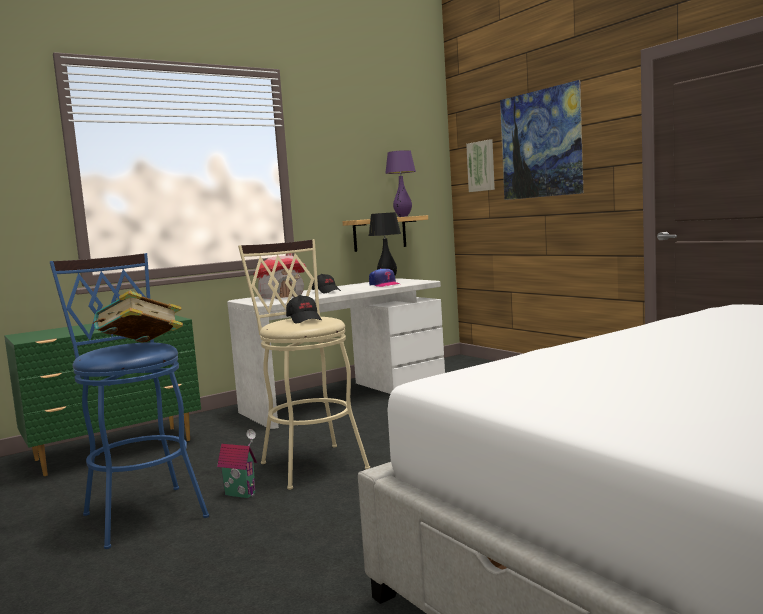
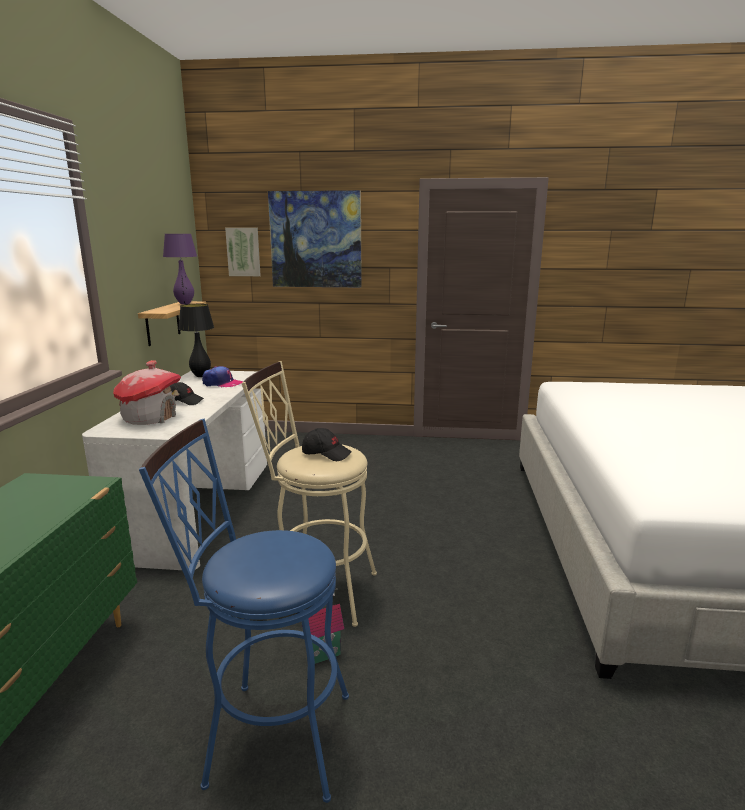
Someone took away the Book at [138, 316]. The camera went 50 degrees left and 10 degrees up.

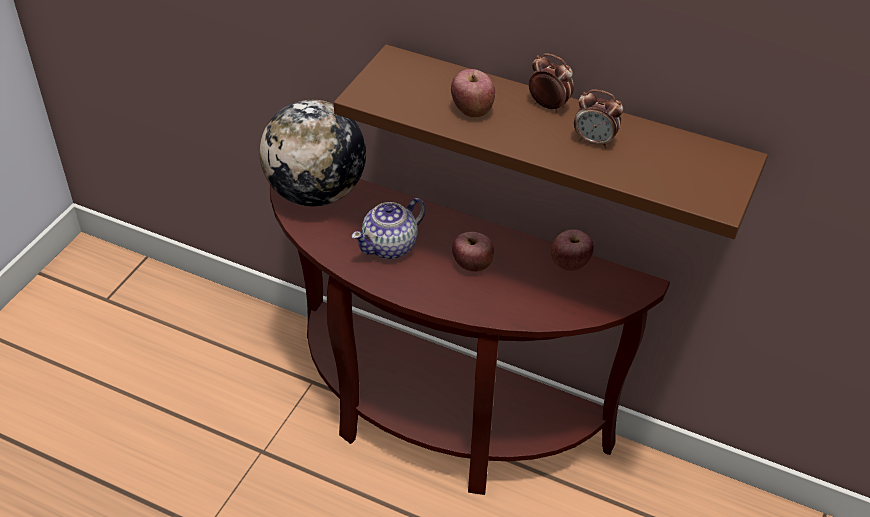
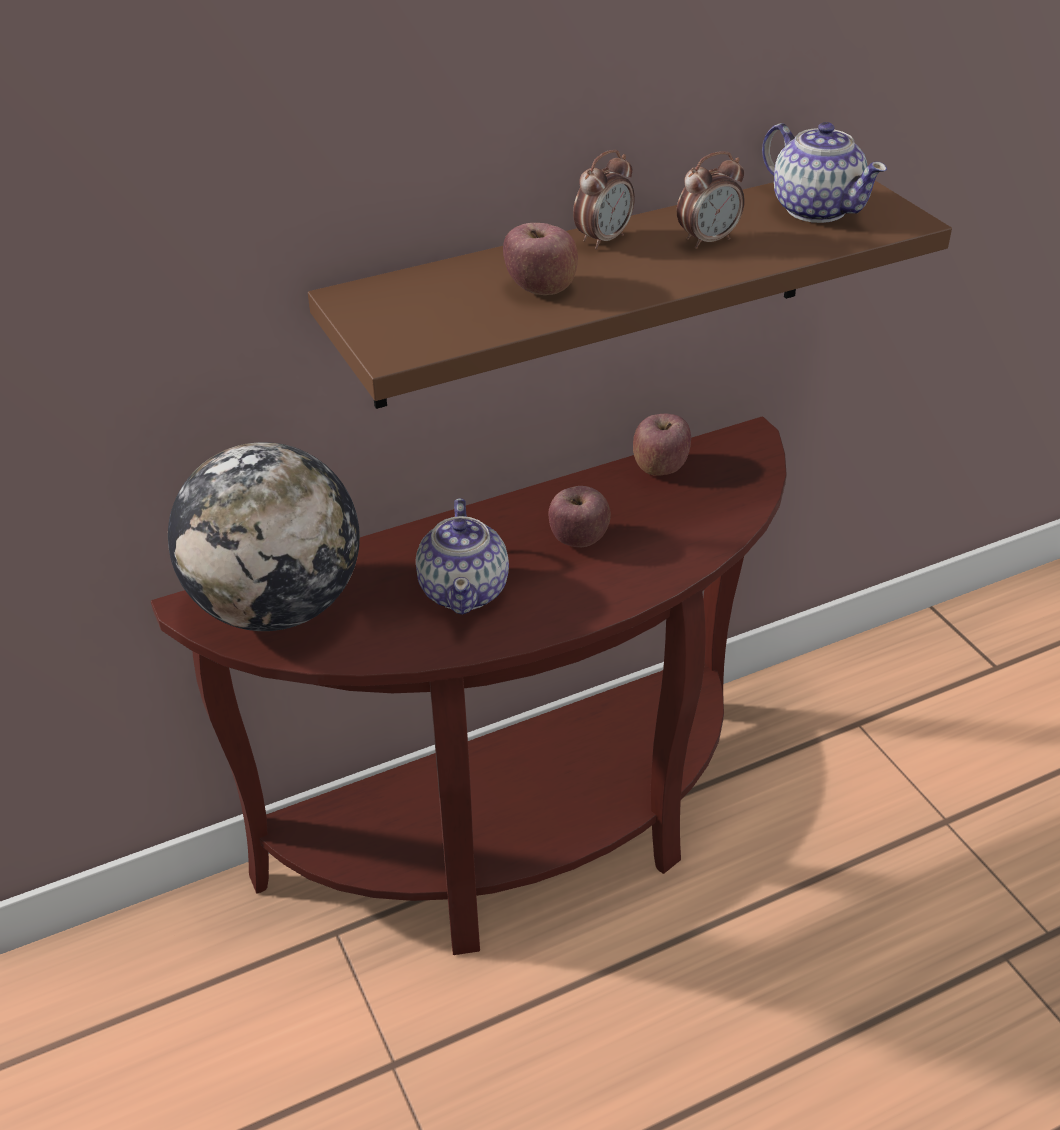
Someone rotated the TableClock at [551, 83] by 150 degrees clockwise. Someone put down the PotForTea at [824, 172]. The camera went 50 degrees left and 5 degrees down.

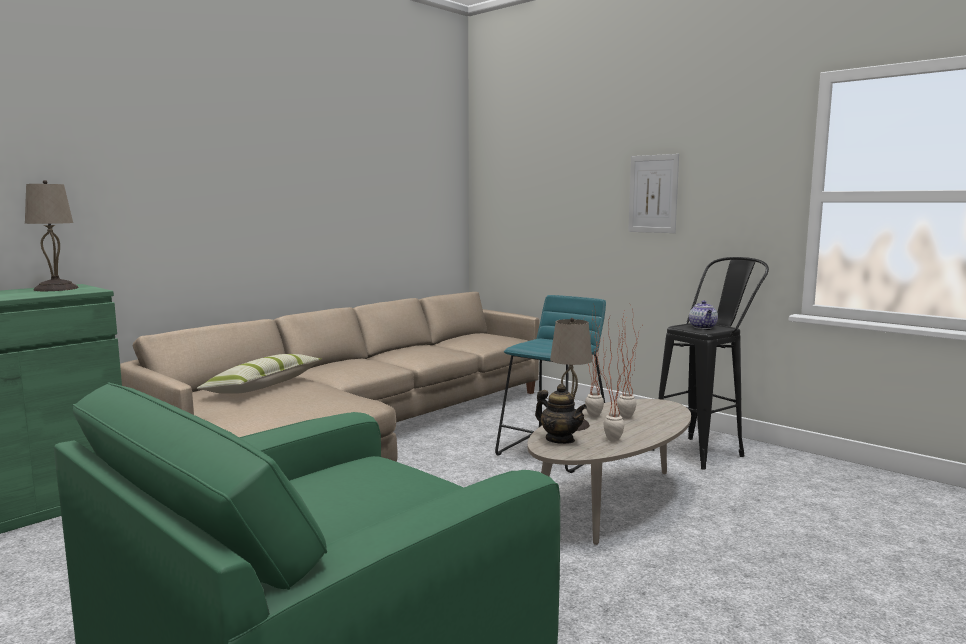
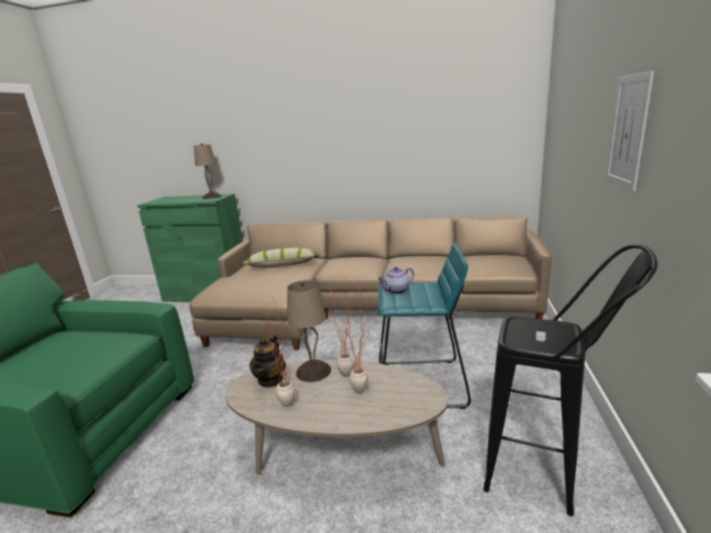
Someone carried the PotForTea from [703, 315] to [396, 280]. The camera went 60 degrees right and 10 degrees up.

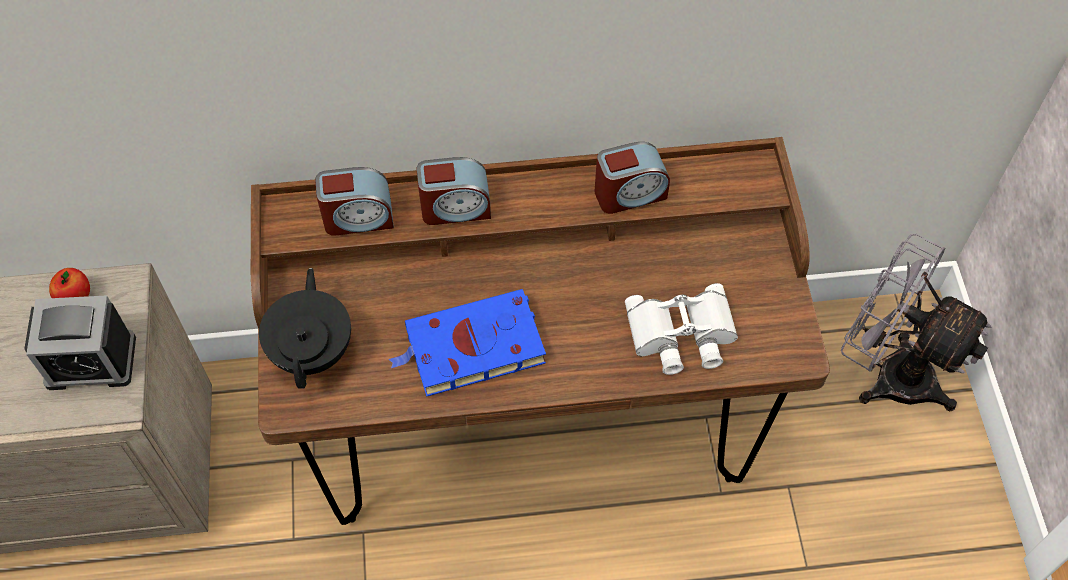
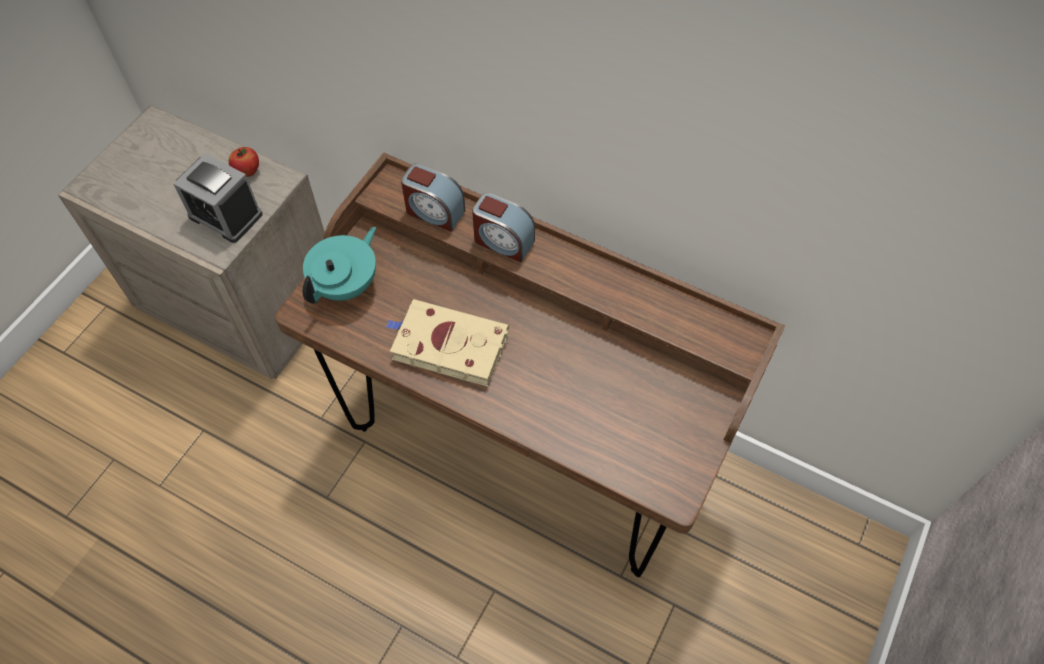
Someone repainted the BlackishPotForTea at [305, 328], which became the TurquoiseColouredPotForTea at [339, 265]. Someone repainted the BlueColouredBook at [467, 343], which became the SandColouredBook at [447, 343]. Someone took away the TableClock at [632, 178]. Someone took away the WhitishBinoculars at [681, 329]. Someone took away the GreyFan at [916, 322]. The camera went 35 degrees right and 0 degrees up.

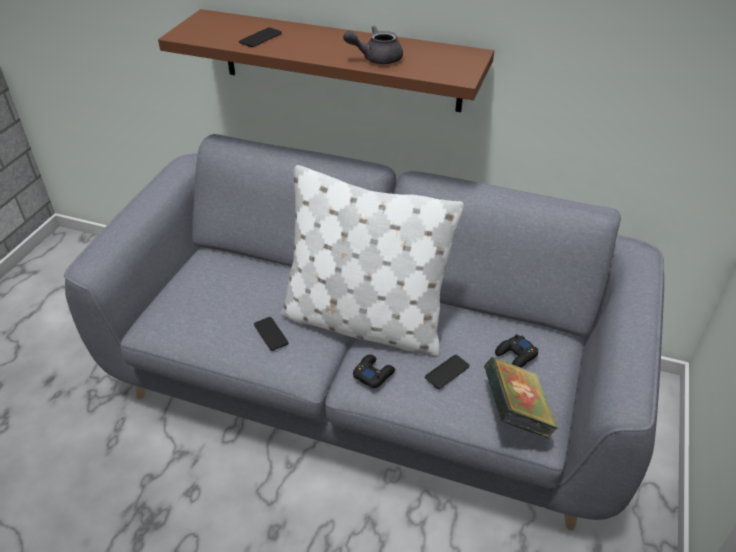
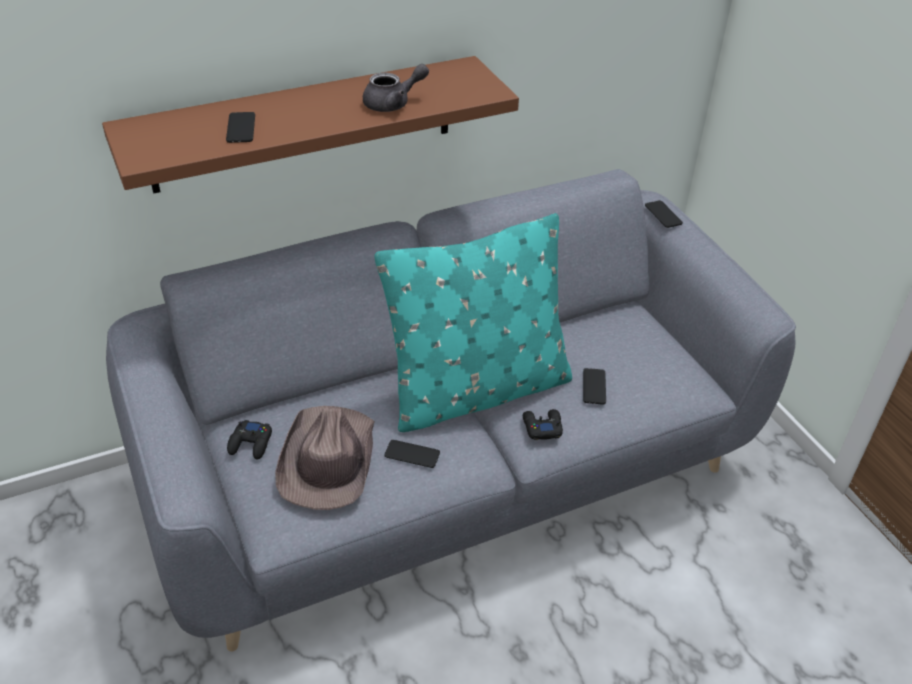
Someone carried the BlackishGameController from [516, 351] to [249, 439]. Someone put down the BrownishHat at [325, 458]. Someone rotated the GreyPotForTea at [373, 45] by 150 degrees counterclockwise. Someone repainted the WhitishCushion at [372, 261], which became the TurquoiseColouredCushion at [473, 322]. Someone put down the Telephone at [664, 214]. Someone took away the Book at [521, 398]. The camera went 45 degrees left and 0 degrees up.

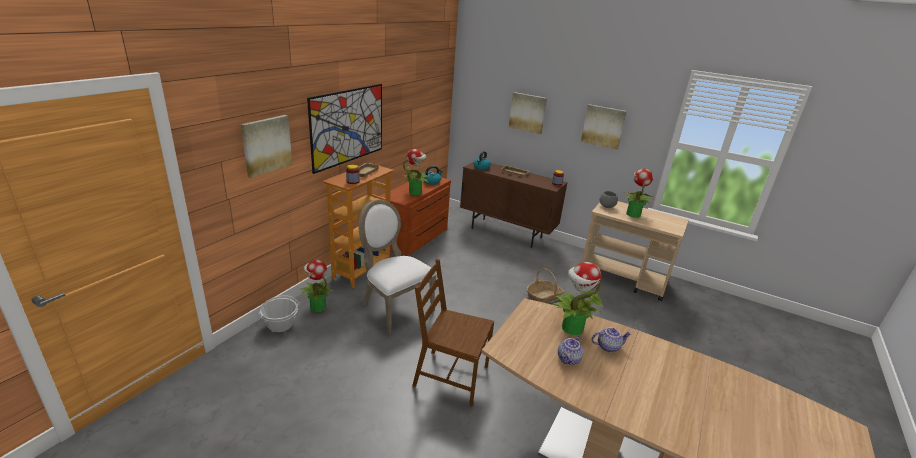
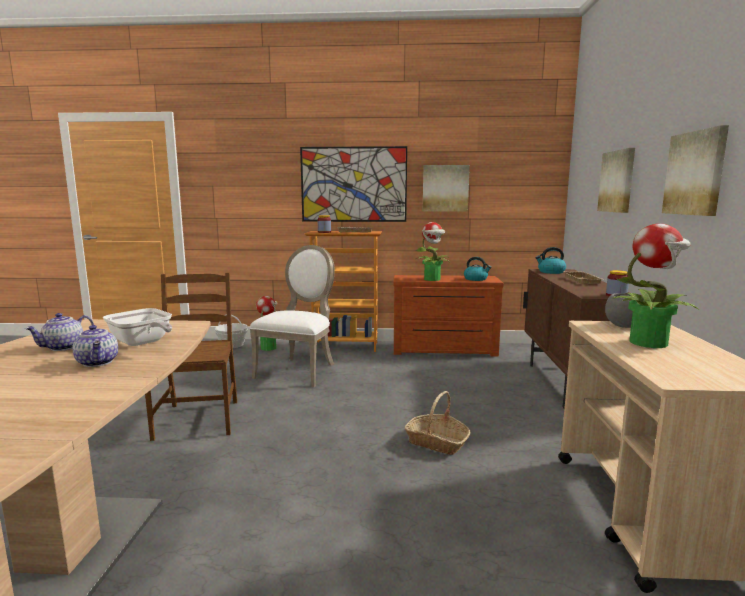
Someone rotated the PotForTea at [571, 350] by 60 degrees counterclockwise. Someone swapped the Houseplant at [578, 298] for the Pan at [137, 327]. Someone carried the WallArt from [266, 146] to [446, 188]. The camera went 65 degrees right and 15 degrees down.

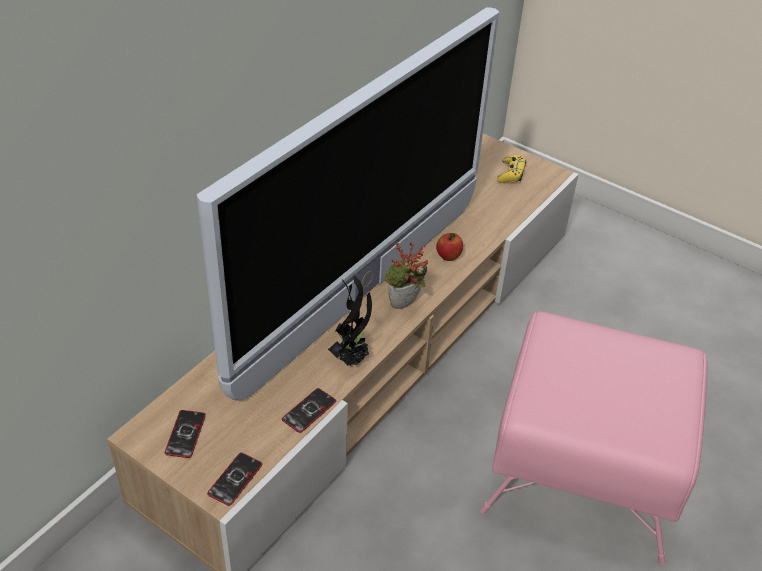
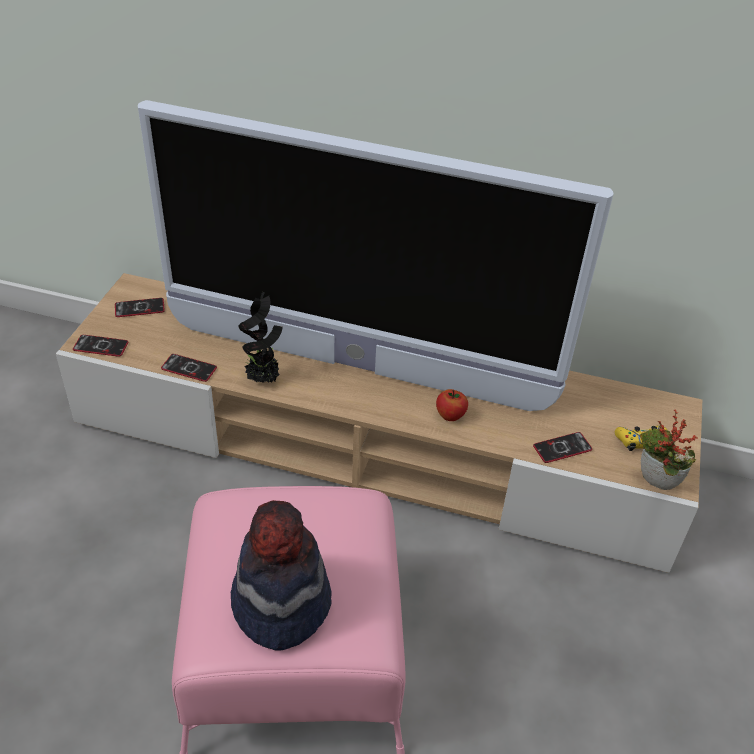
Someone put down the Hat at [281, 575]. Someone put down the Telephone at [562, 447]. Someone carried the Houseplant from [406, 275] to [669, 449]. The camera went 70 degrees right and 0 degrees up.

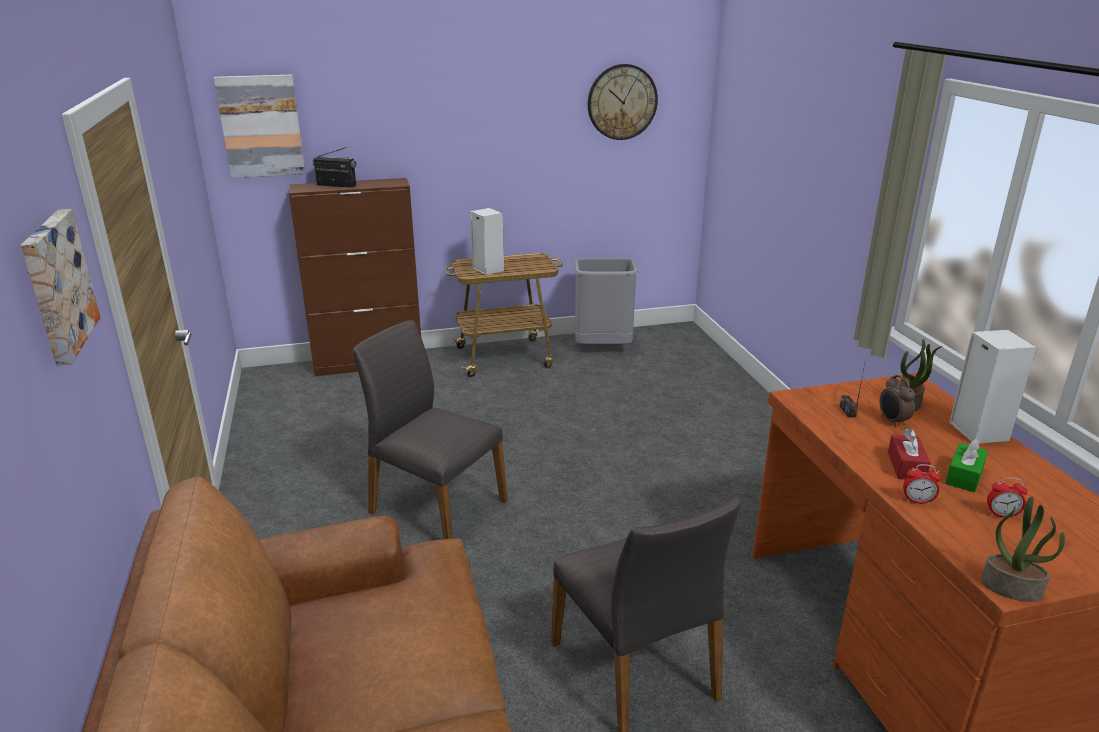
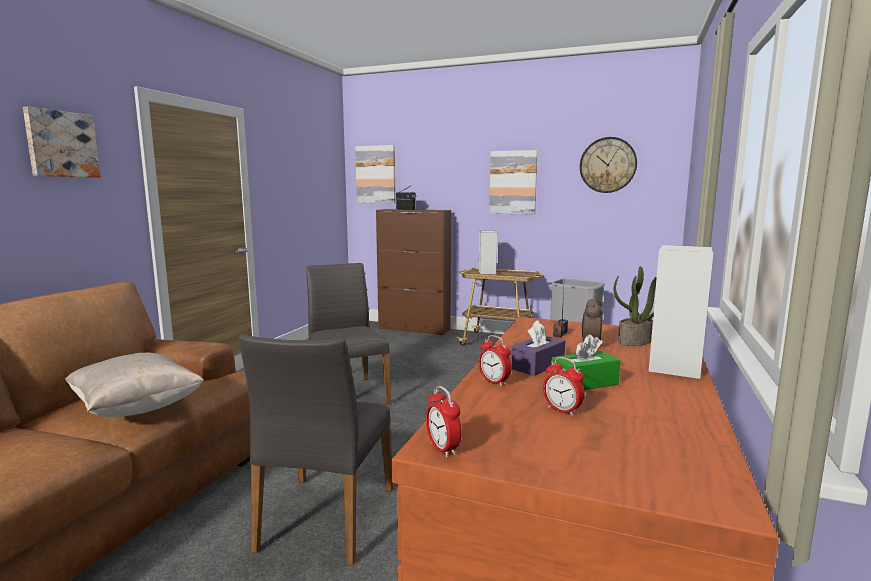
Someone put down the SandColouredCushion at [134, 385]. Someone swapped the Houseplant at [1023, 549] for the TableClock at [444, 421]. Someone put up the WallArt at [513, 182]. Someone repainted the RedBoxOfTissues at [909, 453], which became the PurpleColouredBoxOfTissues at [537, 348]. The camera went 35 degrees right and 15 degrees down.

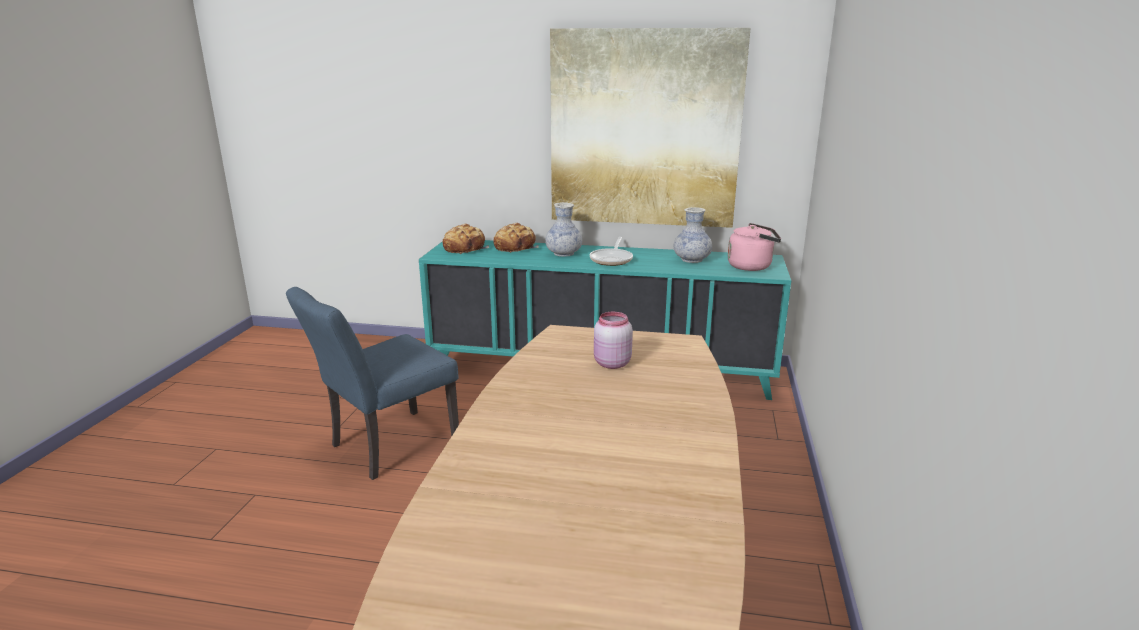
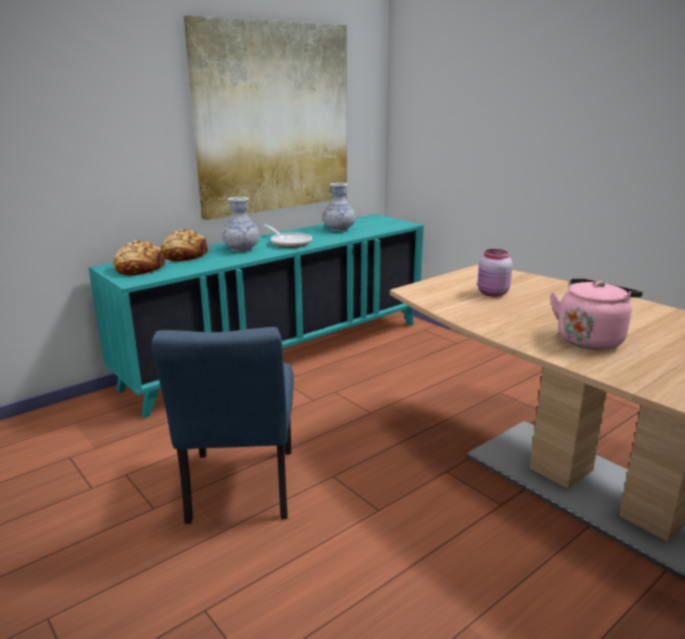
Someone carried the PinkishKettle from [754, 247] to [597, 314]. The camera went 50 degrees left and 0 degrees up.

